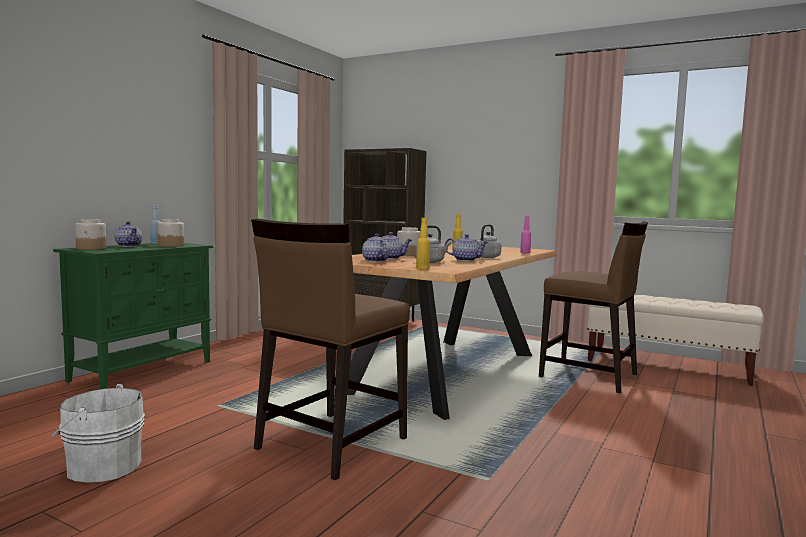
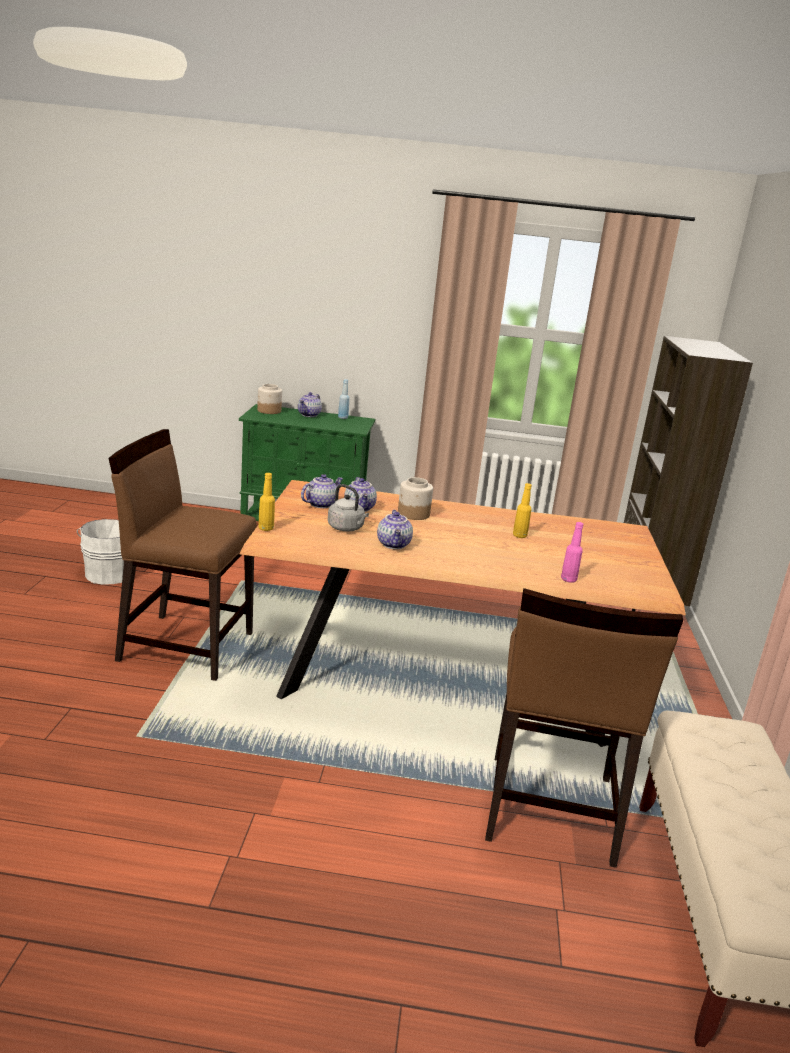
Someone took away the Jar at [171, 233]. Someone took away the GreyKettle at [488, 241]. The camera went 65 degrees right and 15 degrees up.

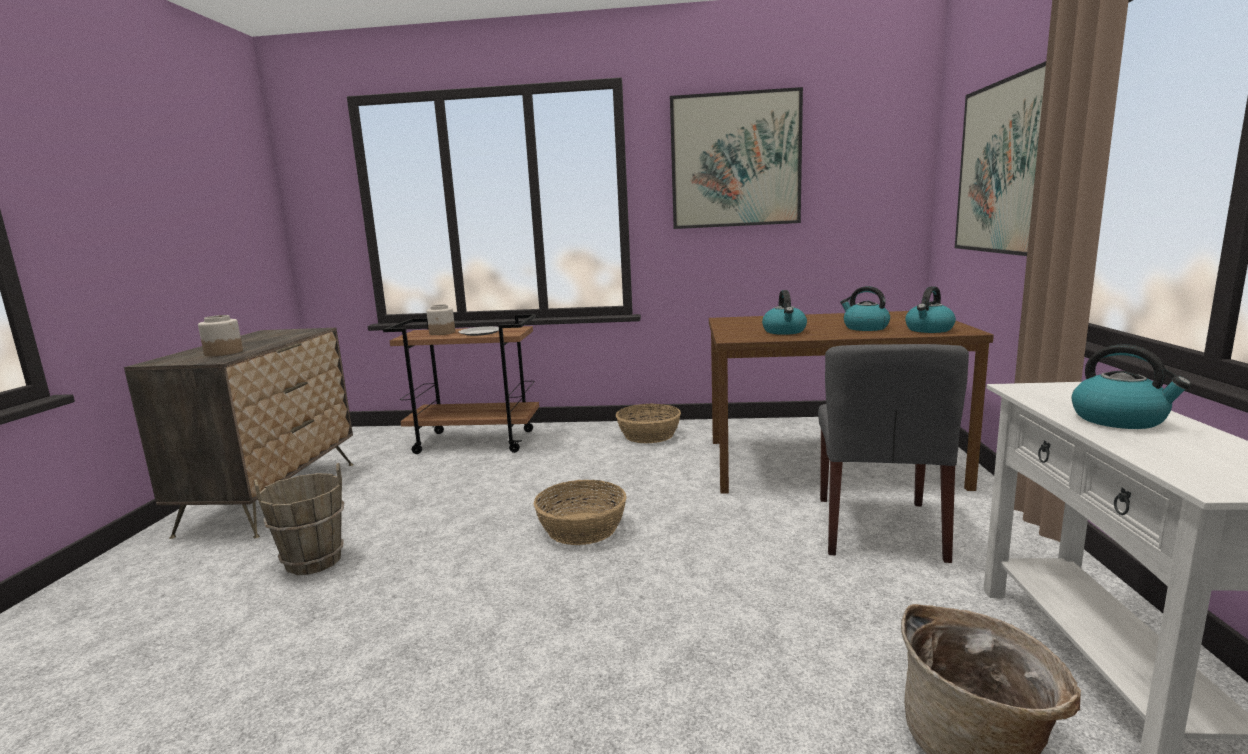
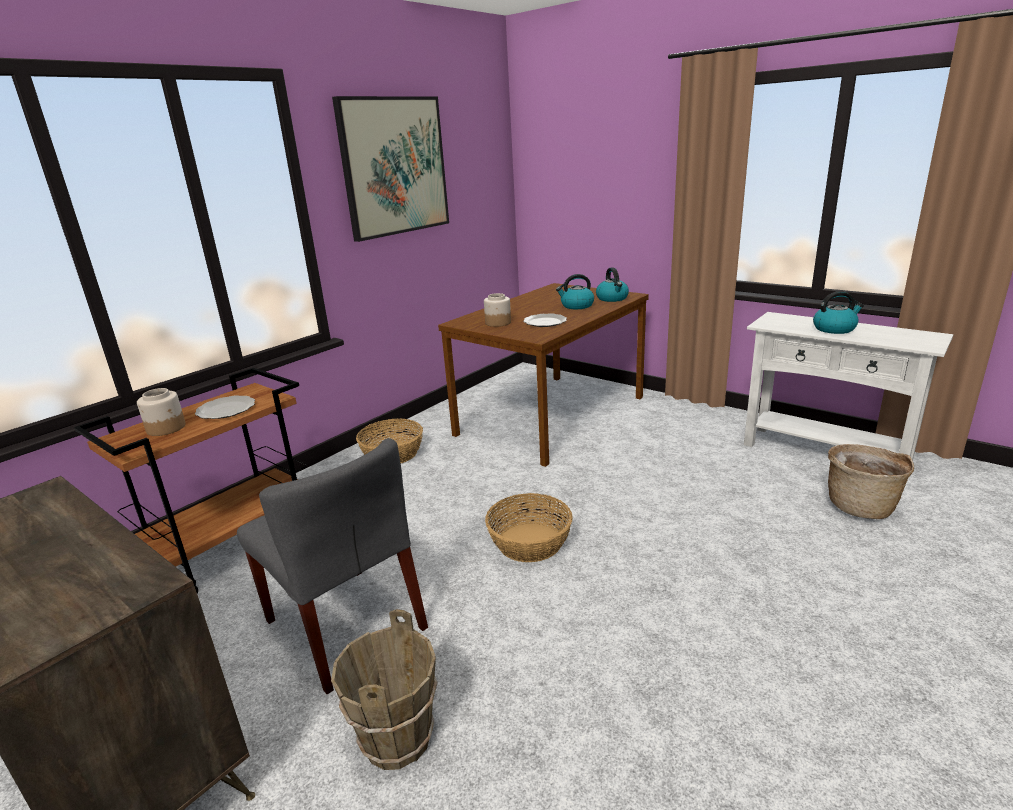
Someone carried the GreyChair from [893, 453] to [332, 566]. Someone carried the Jar from [220, 335] to [497, 310]. Someone swapped the Kettle at [784, 312] for the FlatDish at [545, 320]. Someone took away the WallArt at [1000, 158]. The camera went 55 degrees left and 10 degrees up.

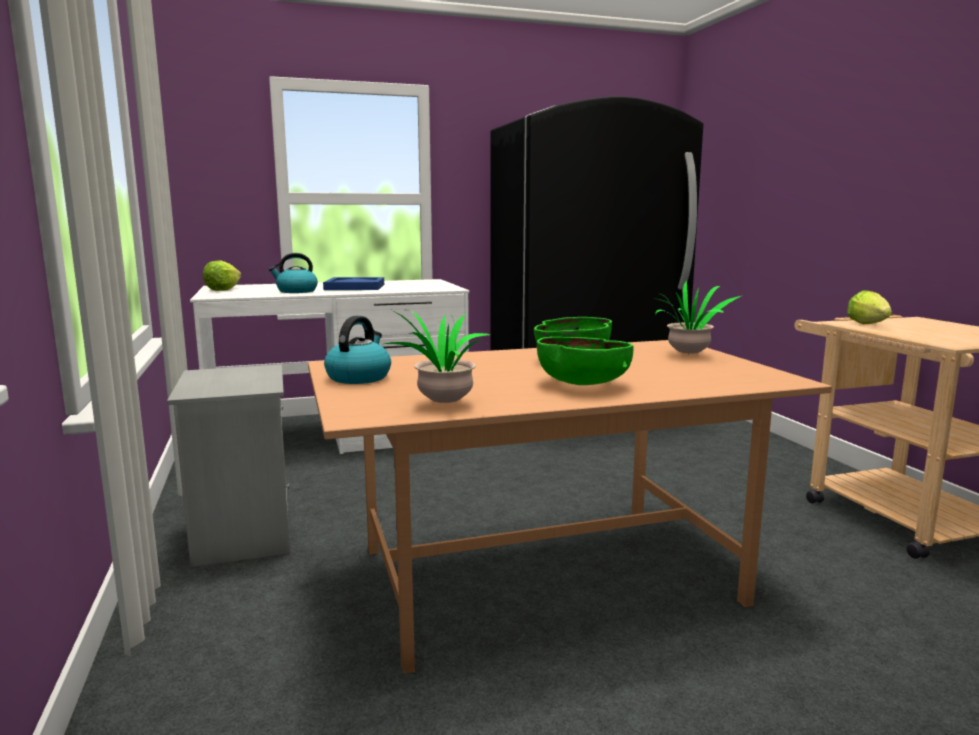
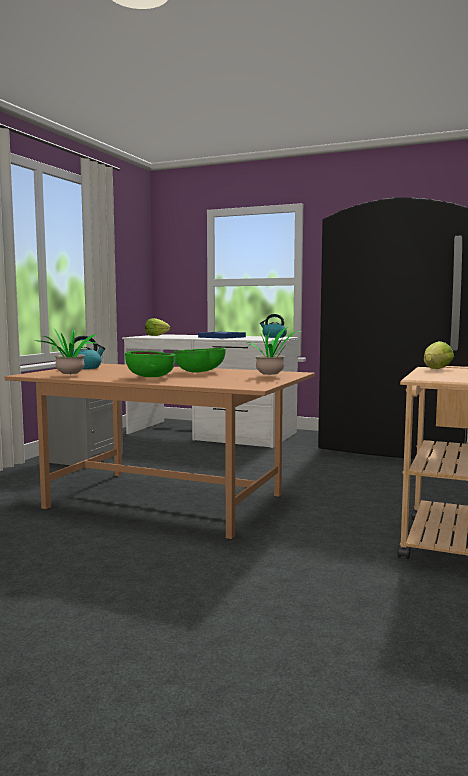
Someone carried the Kettle from [293, 273] to [273, 326]. The camera went 40 degrees right and 5 degrees down.

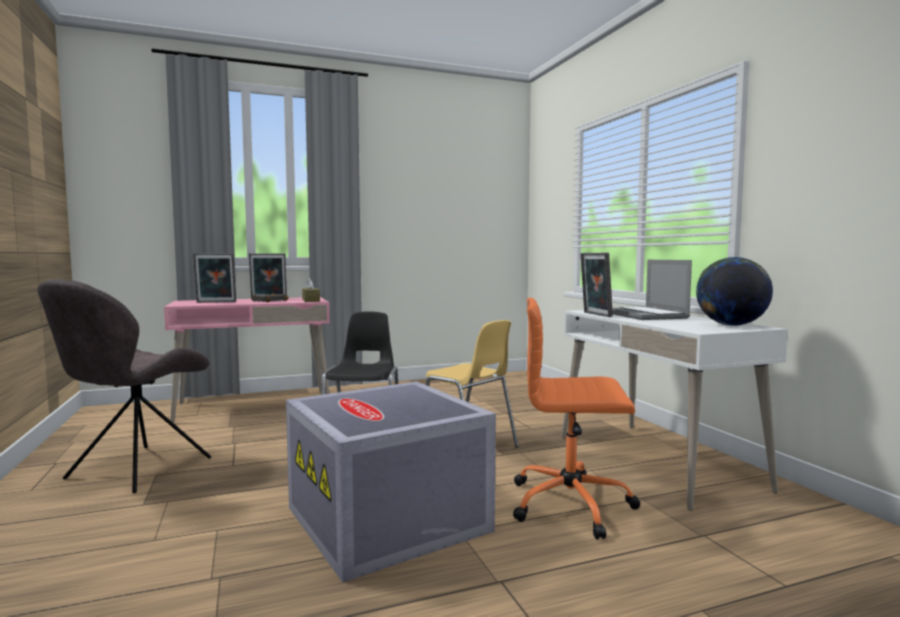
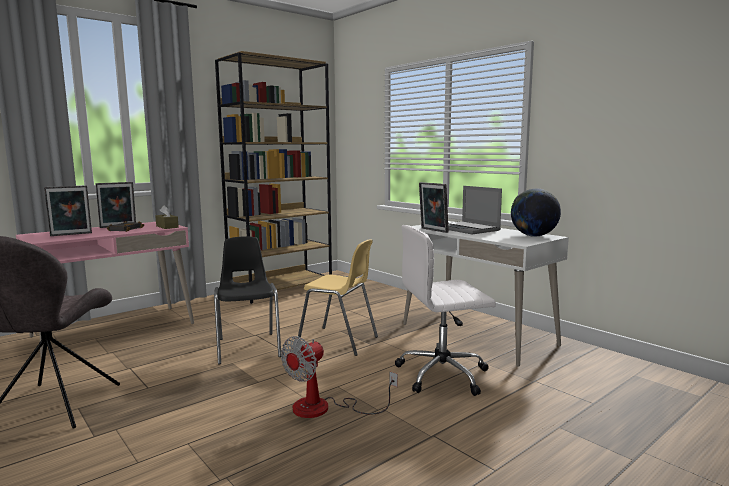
Someone put down the BrownishShelvingUnit at [273, 177]. Someone swapped the GreyStorageBin at [391, 482] for the Fan at [339, 377]. Someone repainted the OrangeColouredDeskChair at [576, 418], which became the WhitishDeskChair at [445, 310]. The camera went 20 degrees left and 5 degrees up.

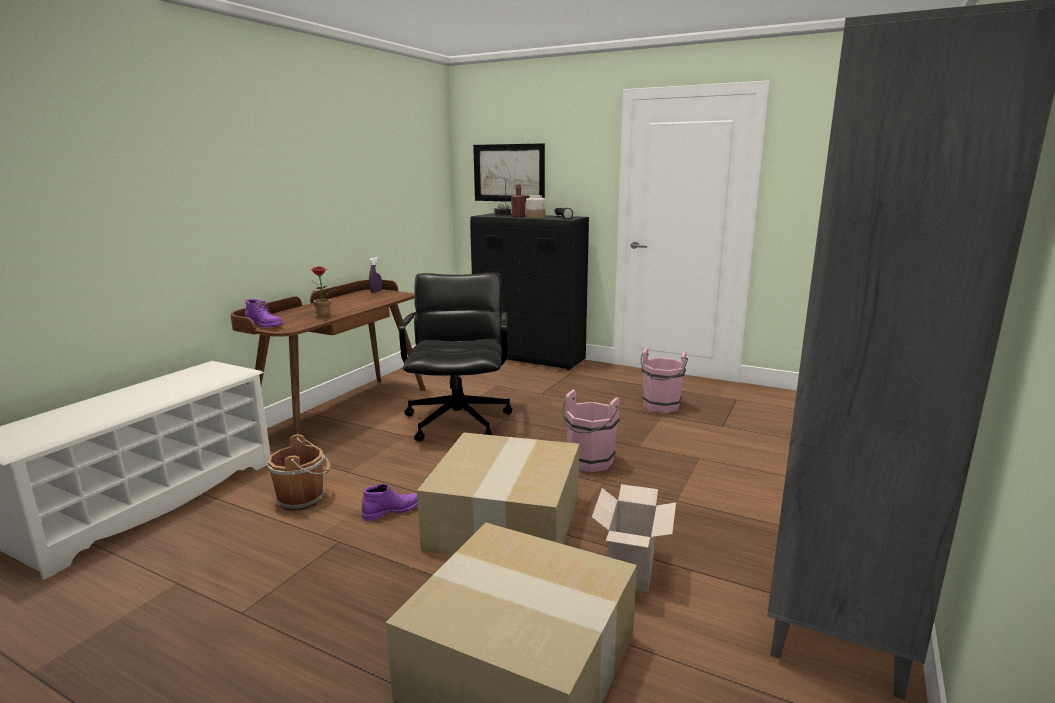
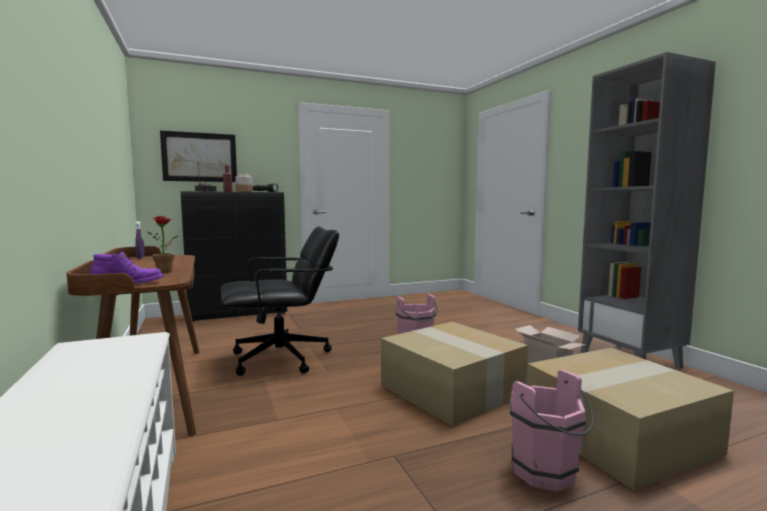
Someone rotated the BlackishDeskChair at [455, 357] by 120 degrees clockwise. Someone carried the PinkishBucket from [664, 380] to [552, 430]. Someone took away the BrownishBucket at [299, 472]. Someone took away the PurpleColouredHighTopBoot at [390, 502]. The camera went 50 degrees left and 10 degrees down.

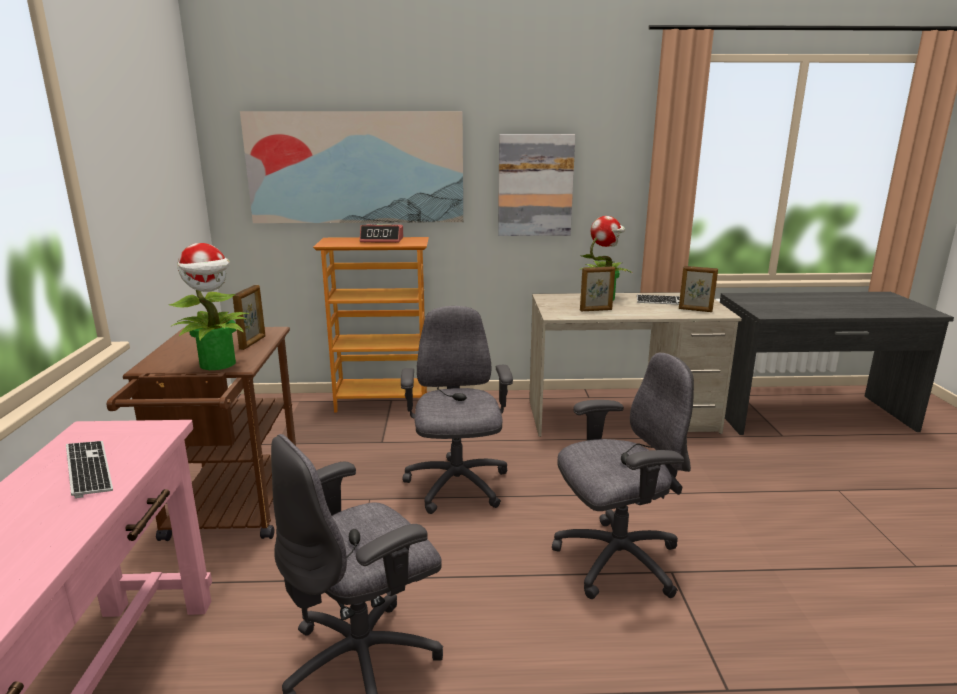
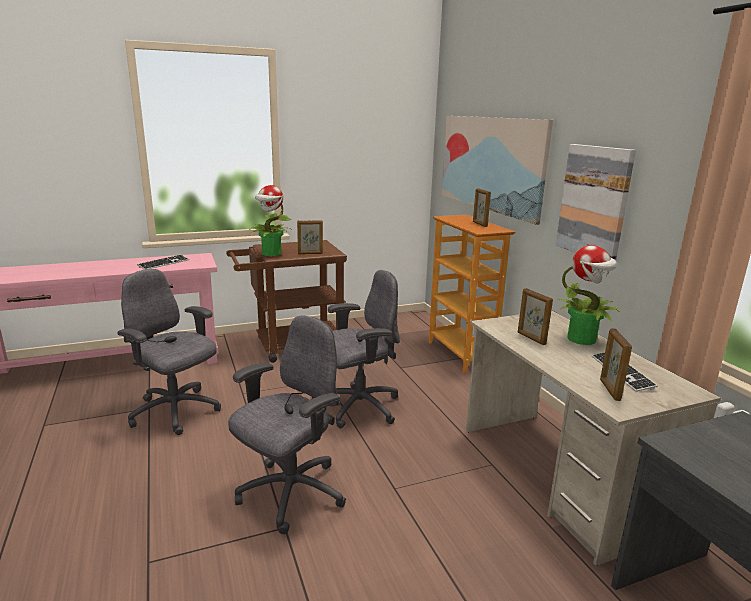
Someone rotated the GreyDeskChair at [623, 476] by 105 degrees counterclockwise. Someone swapped the TableClock at [381, 233] for the StandingFrame at [482, 207]. The camera went 70 degrees right and 0 degrees up.

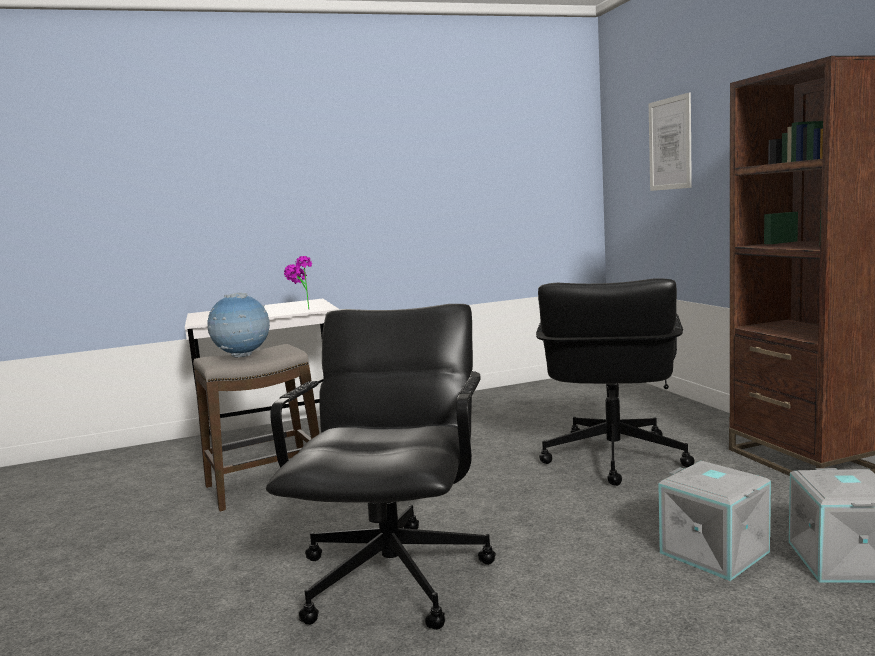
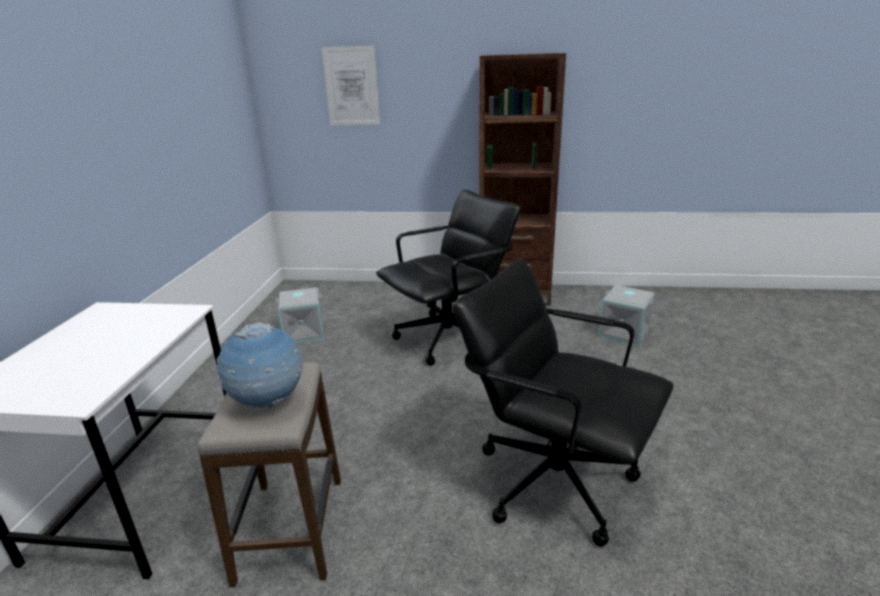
Someone carried the GreyStorageBin from [714, 521] to [300, 315]. Someone rotated the BlackishDeskChair at [615, 382] by 75 degrees counterclockwise. Someone took away the Houseplant at [298, 283]. The camera went 65 degrees left and 15 degrees up.

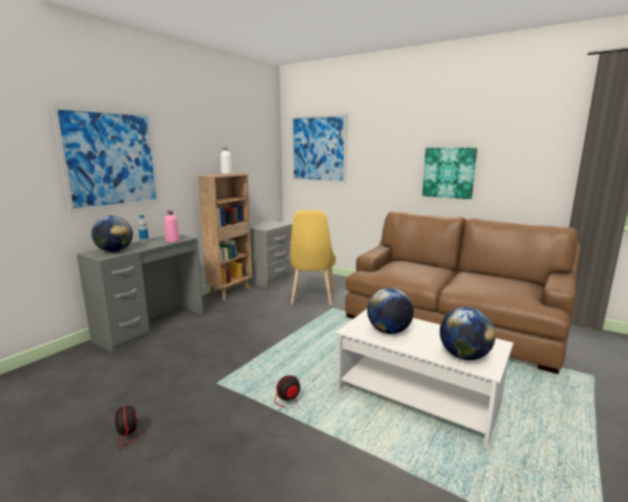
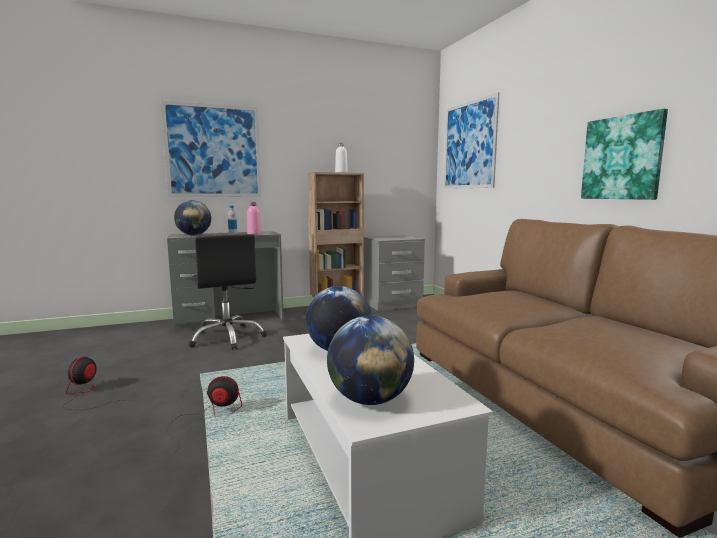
Someone put down the BlackishDeskChair at [227, 292]. Someone took away the YellowChair at [313, 258]. The camera went 35 degrees right and 5 degrees down.

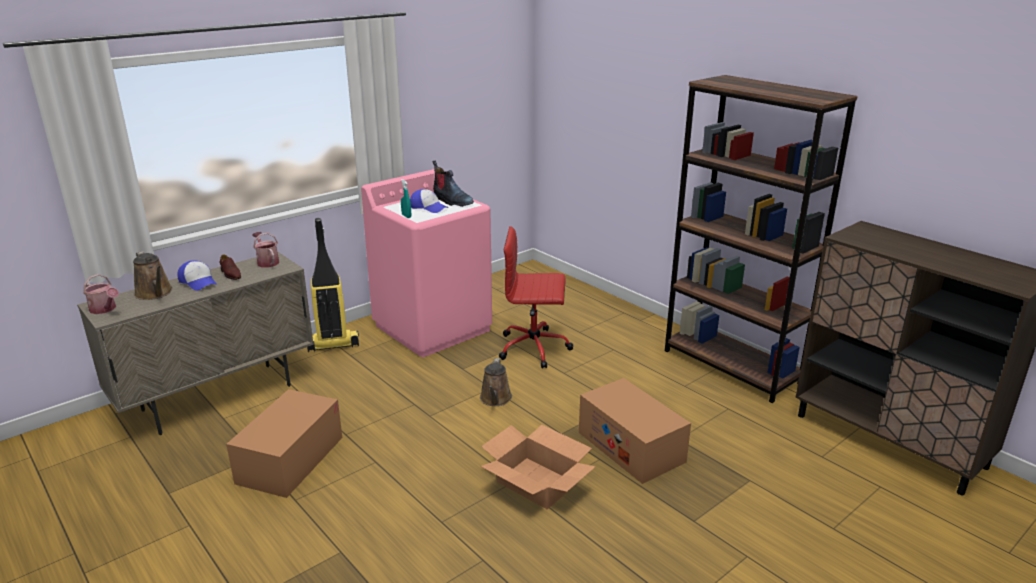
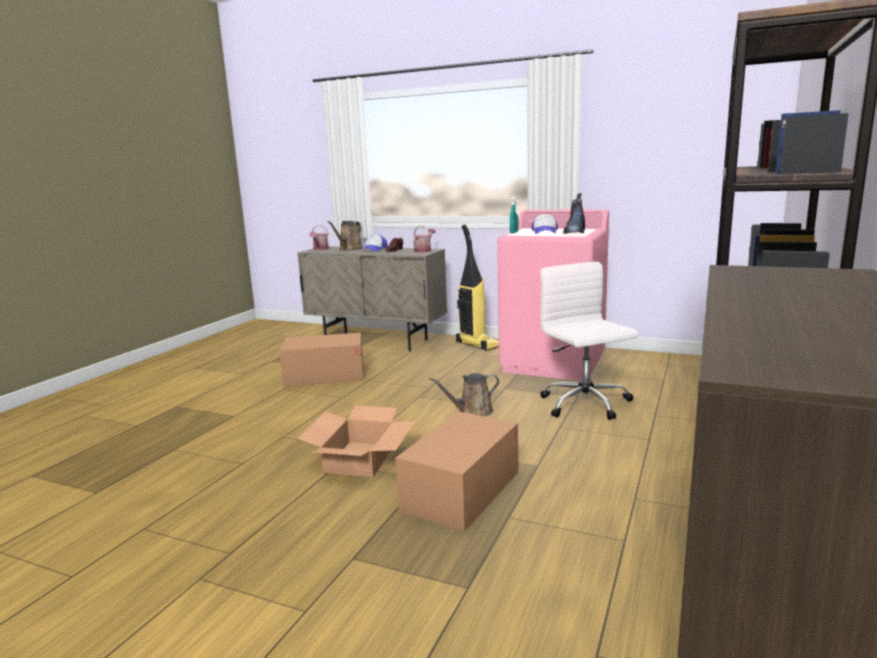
Someone repainted the RedDeskChair at [536, 297], which became the WhitishDeskChair at [589, 341]. The camera went 65 degrees right and 10 degrees down.

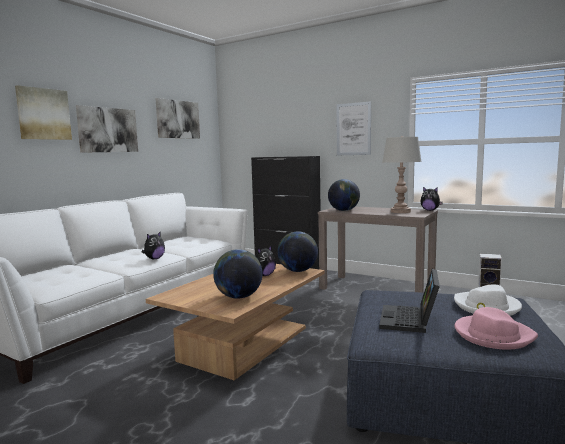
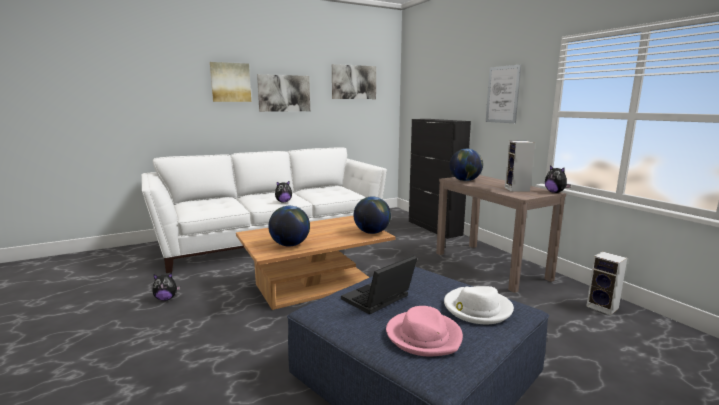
Someone carried the SoftToy from [266, 260] to [166, 287]. Someone swapped the GreyTableLamp at [402, 174] for the AudioSpeaker at [520, 166]. The camera went 30 degrees right and 5 degrees up.

